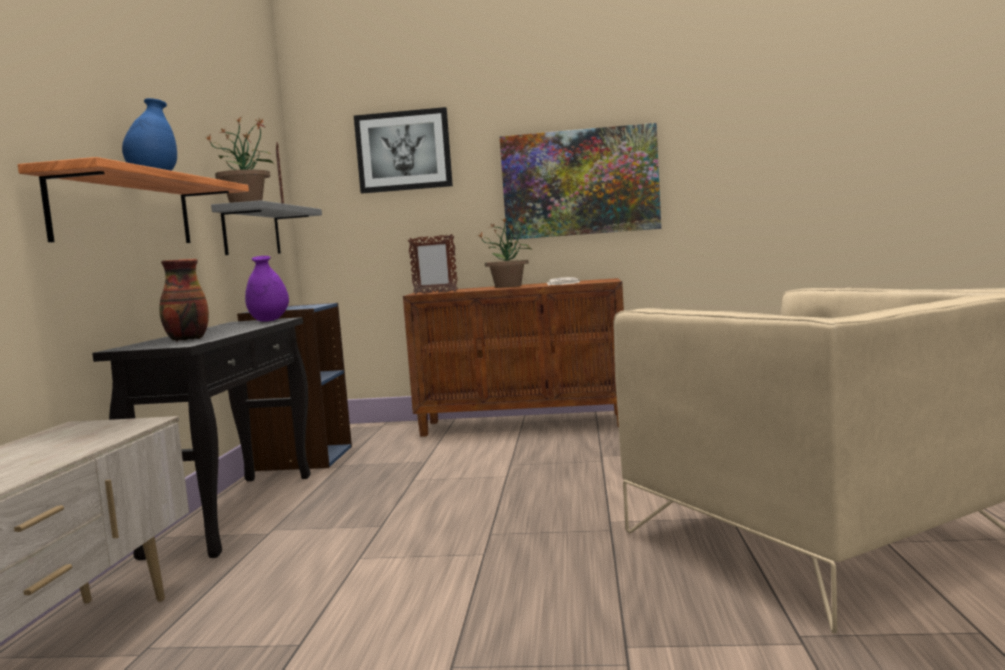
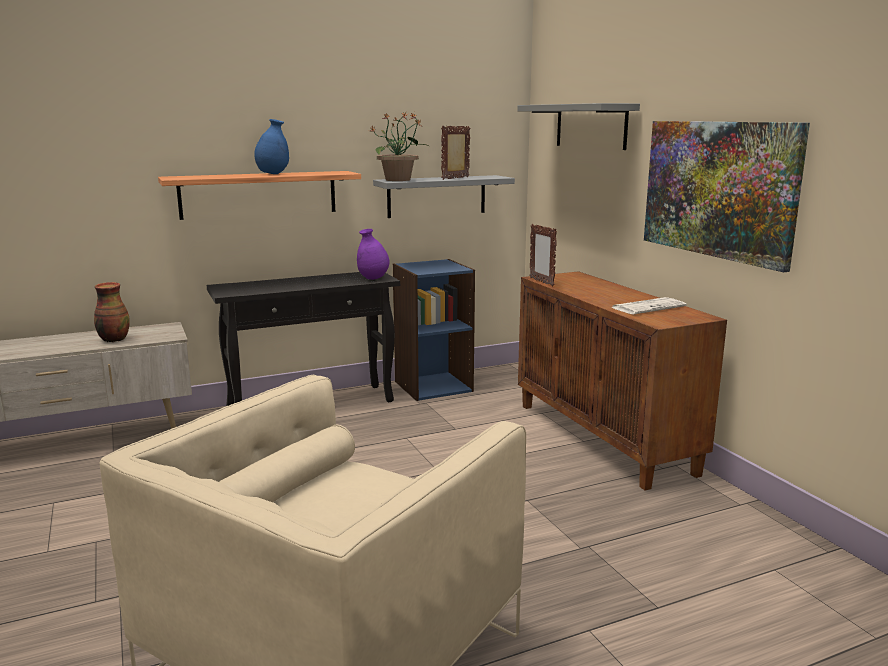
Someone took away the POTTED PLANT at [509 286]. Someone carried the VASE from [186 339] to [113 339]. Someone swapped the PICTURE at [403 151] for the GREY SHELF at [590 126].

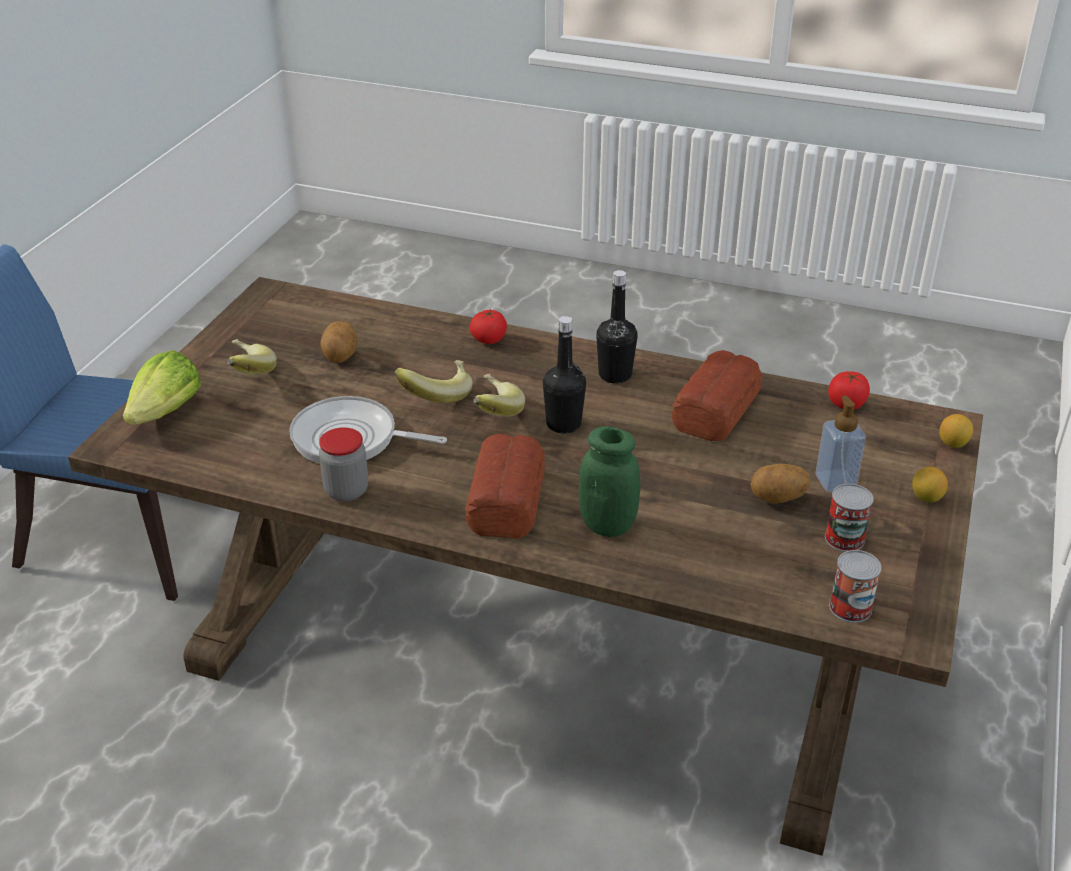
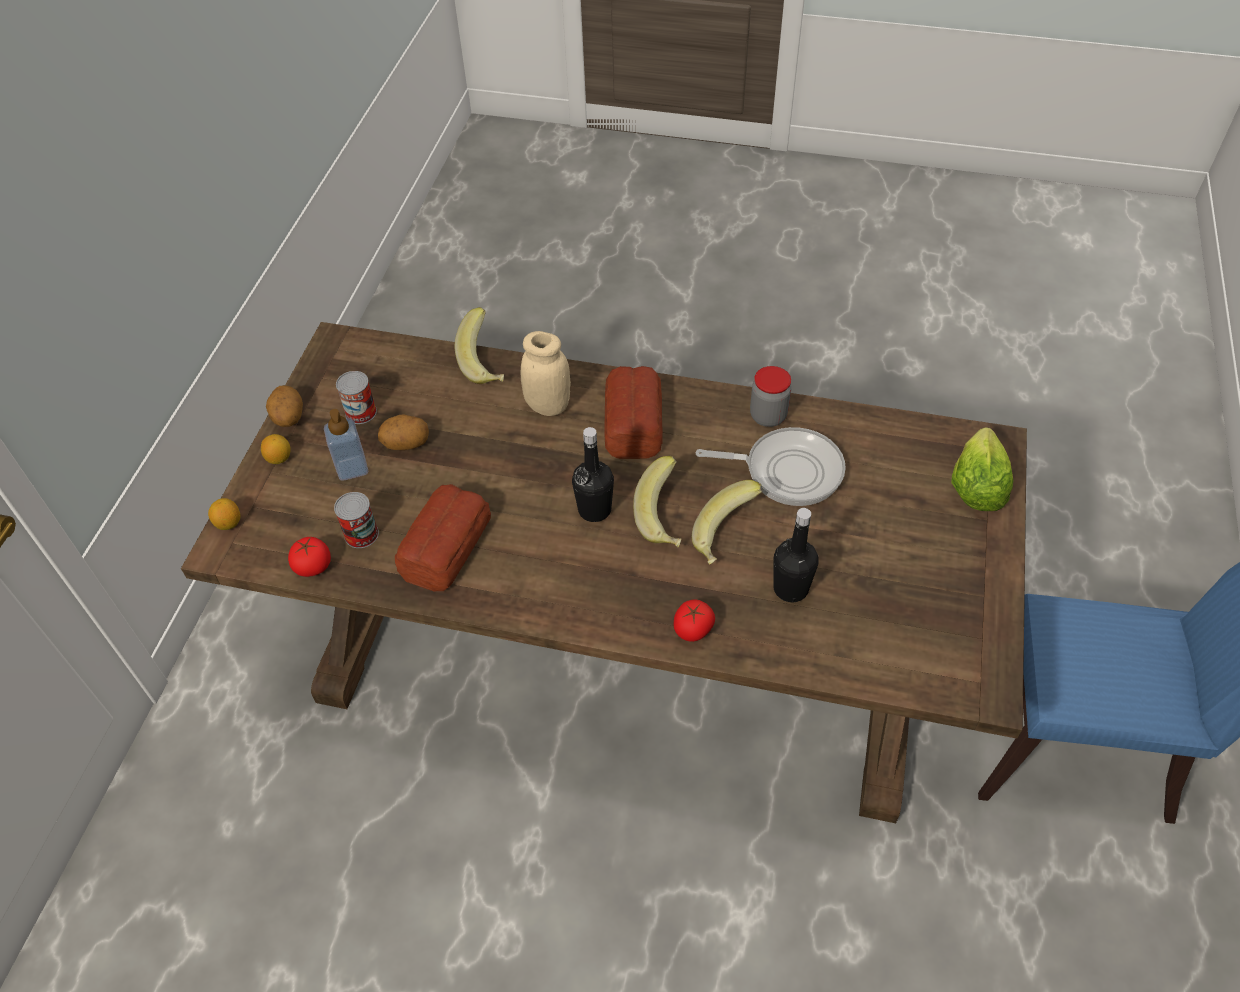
Someone carried the BANANA from [246 374] to [487 363]. Someone carried the POTATO from [341 356] to [288 418]. Someone carried the BLACK BOTTLE from [615 375] to [790 588]. Someone carried the CAN from [850 607] to [361 534]. Someone repainted the GREEN JAR at [607 525], which became the BEIGE JAR at [548 405].

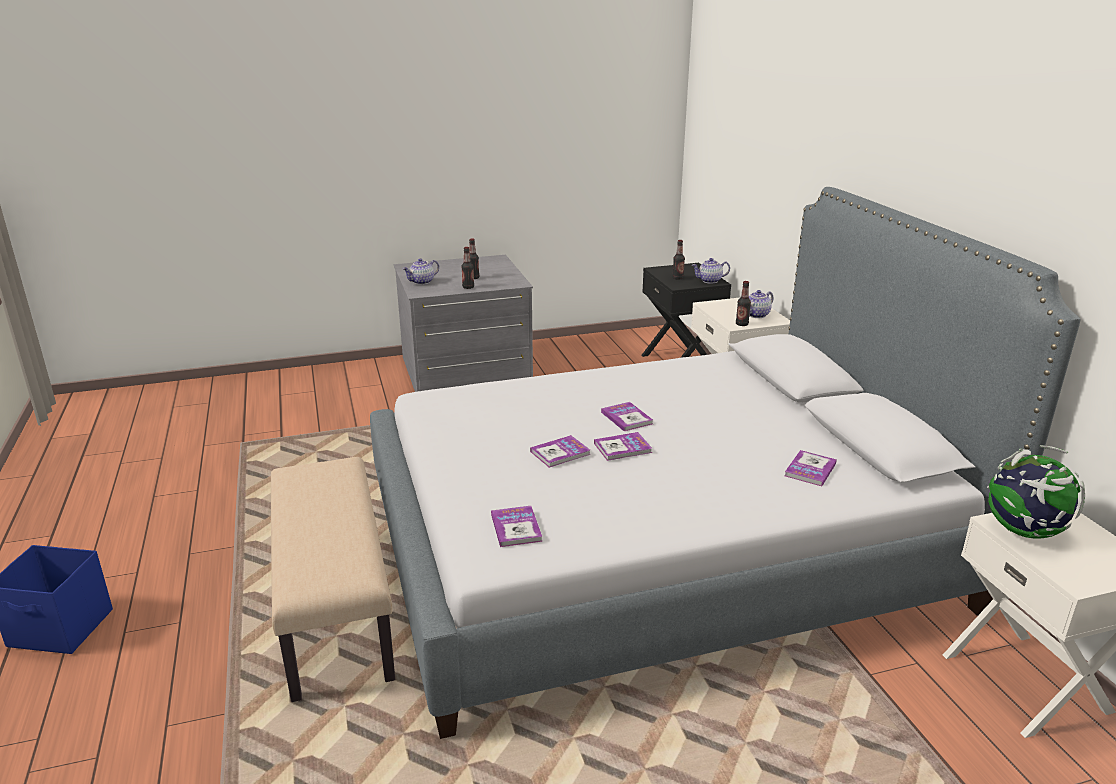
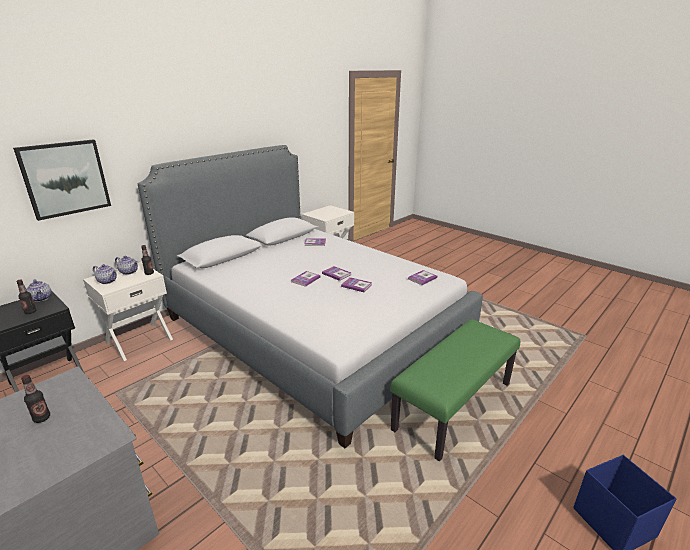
Someone took away the BOTTLE at [468 287]. Someone took away the GLOBE at [1023 531]. Someone put up the PICTURE at [65 178]. Someone carried the TEAPOT from [422 282] to [108 281]. Someone repainted the BEIGE BENCH at [337 608], which became the GREEN BENCH at [453 405].

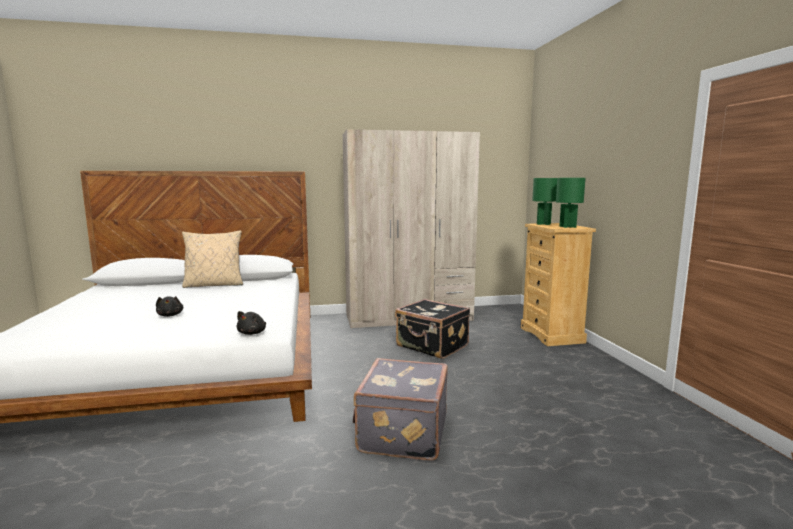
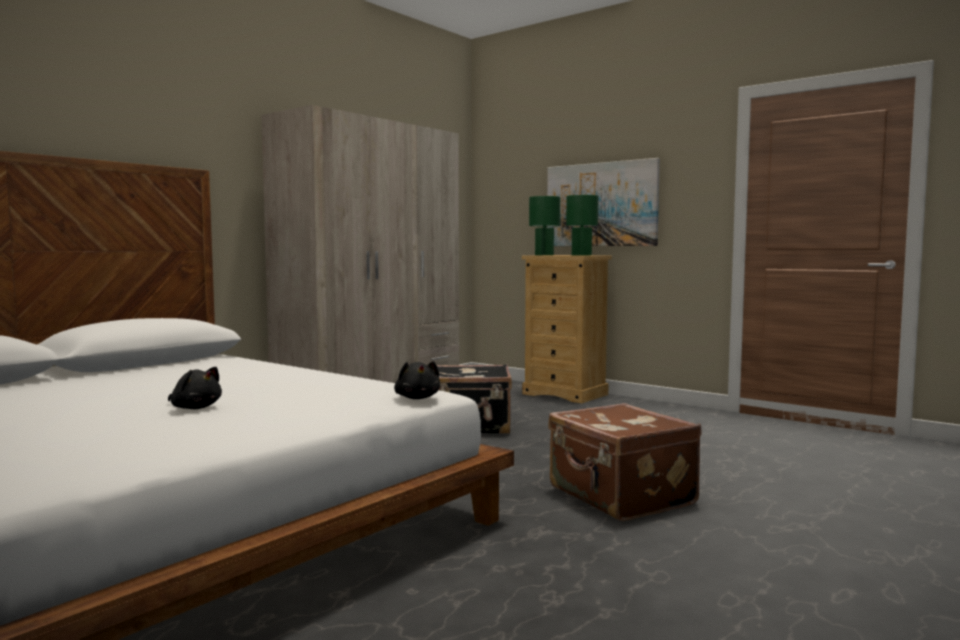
Someone took away the BEIGE PILLOW at [214 285]. Someone put up the PICTURE at [601 204]. Someone repainted the GREY SUITCASE at [401 433], which became the BROWN SUITCASE at [620 497].

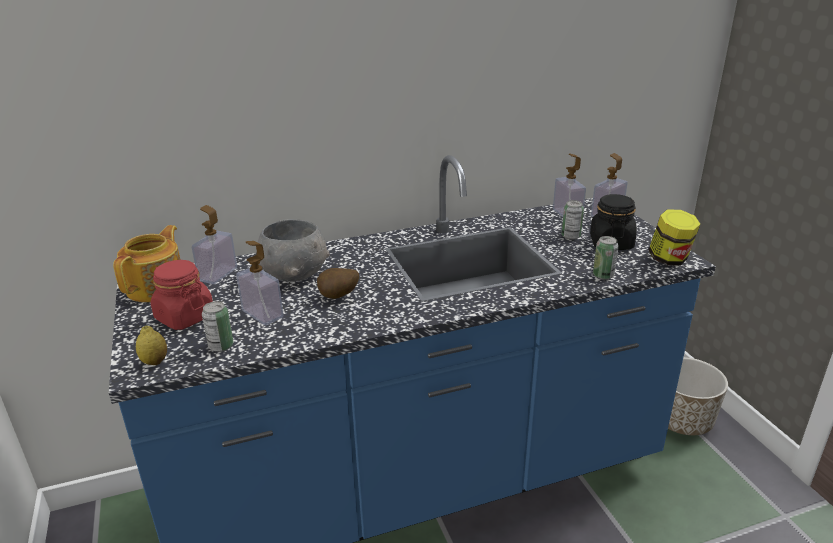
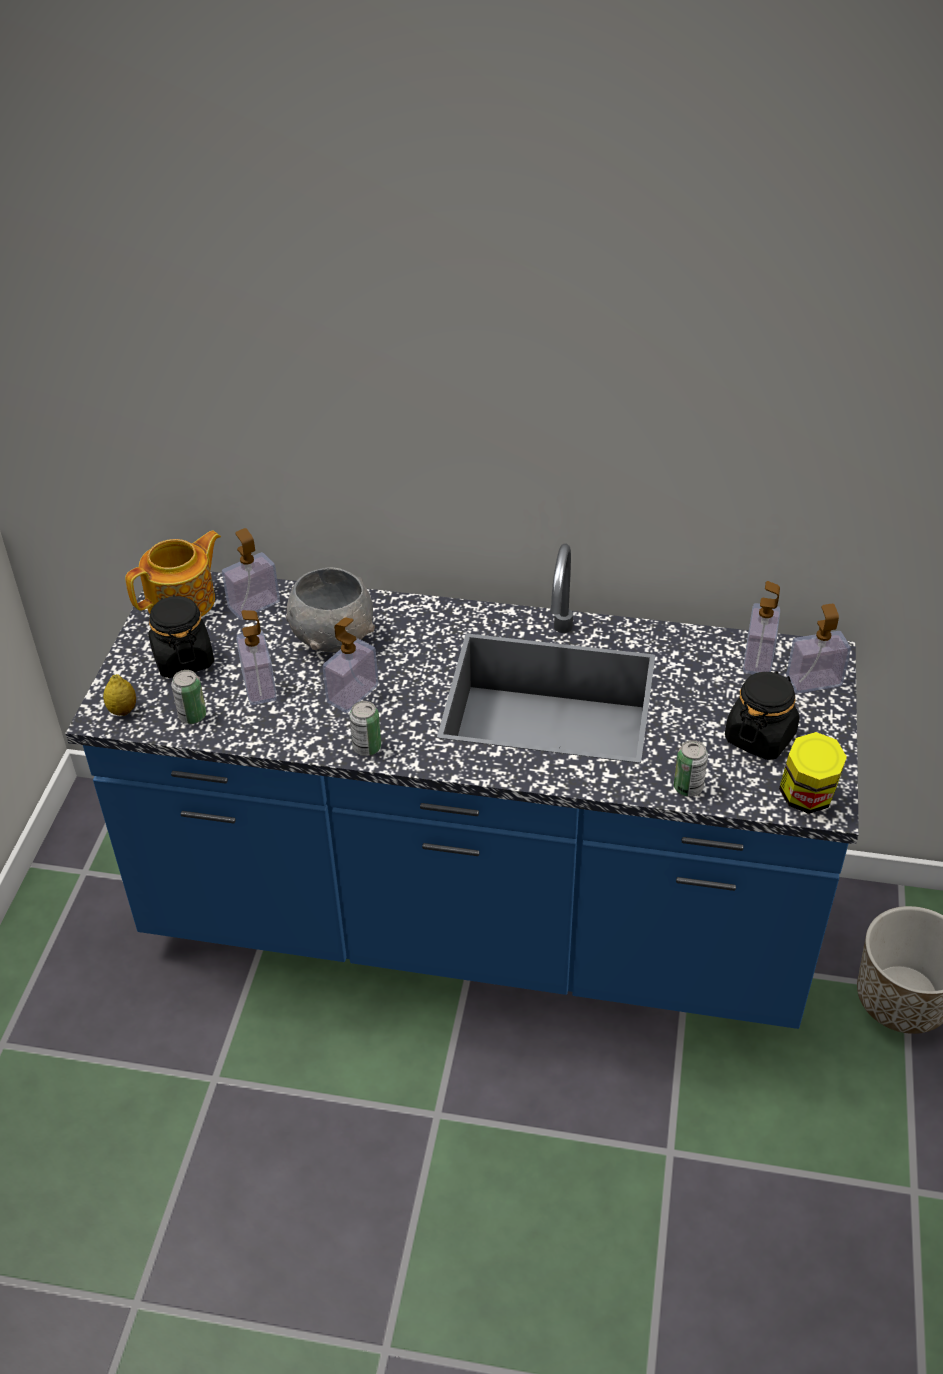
Someone carried the CAN from [570 236] to [367 747]. Someone swapped the POTATO at [338 297] for the SOAP DISPENSER at [352 694]. Someone repainted the RED JAR at [184 317], which became the BLACK JAR at [183 659].

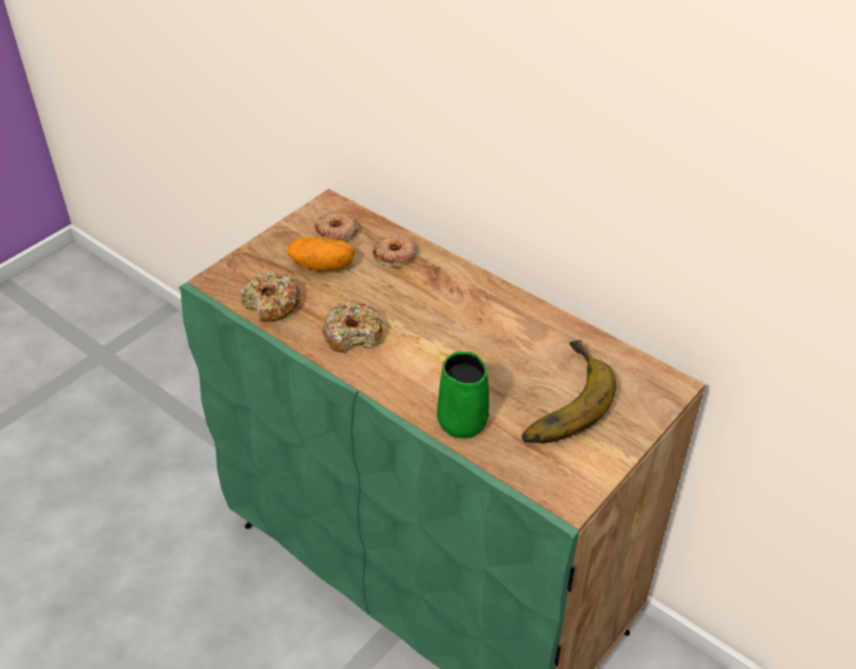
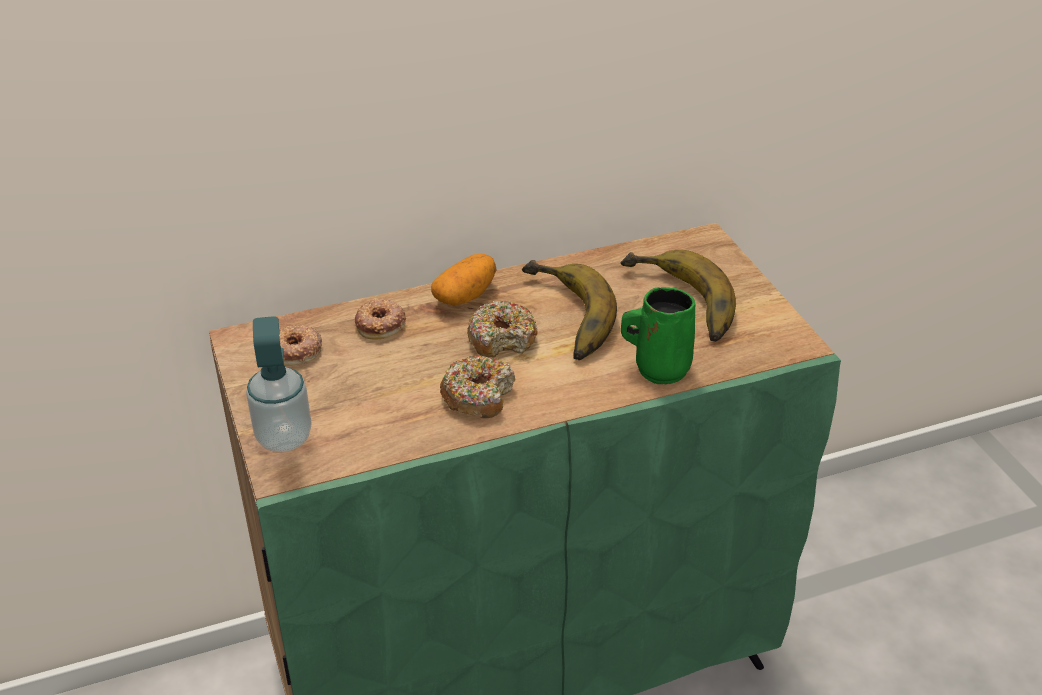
Someone put down the SOAP DISPENSER at [284 438]. Someone put down the BANANA at [561 317]. Someone carried the DONUT from [272 304] to [502 339]. Someone carried the POTATO from [322 265] to [465 295].

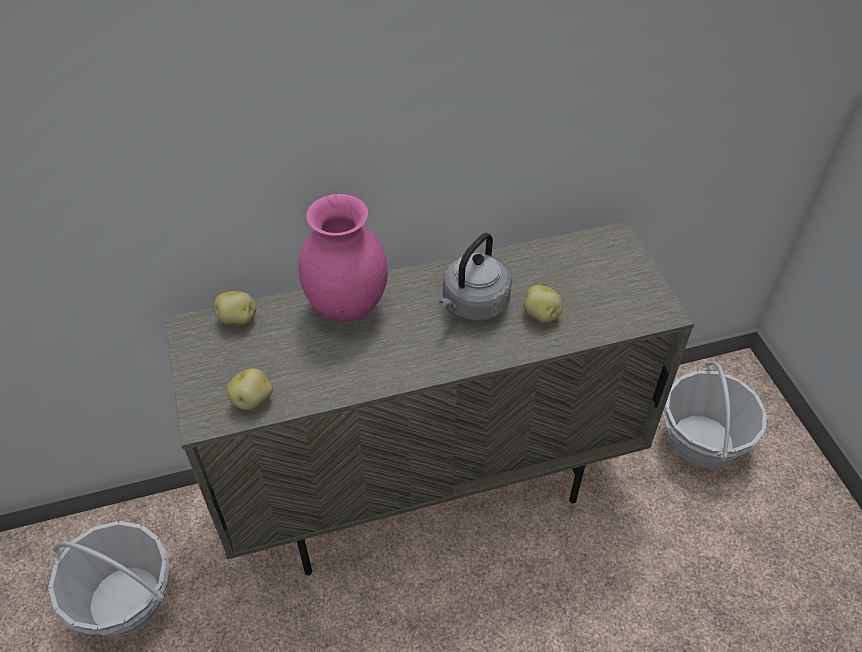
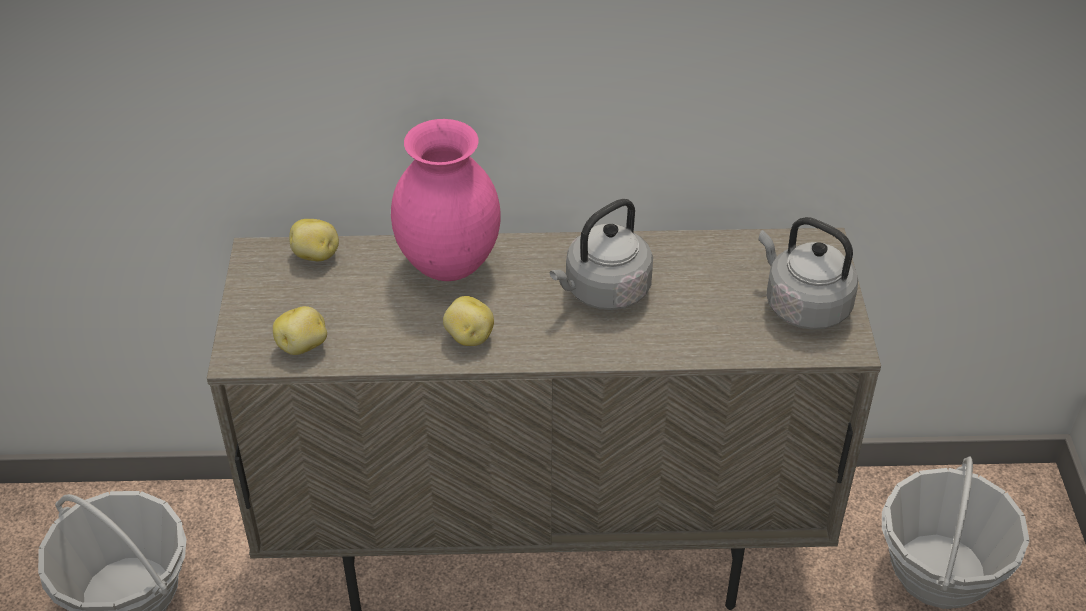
Someone put down the GREY KETTLE at [803 305]. Someone carried the POTATO from [541 315] to [468 337].

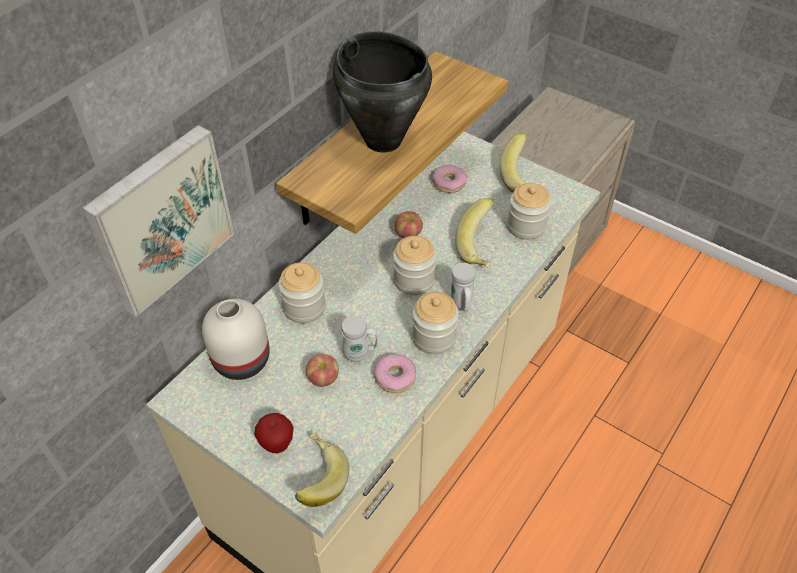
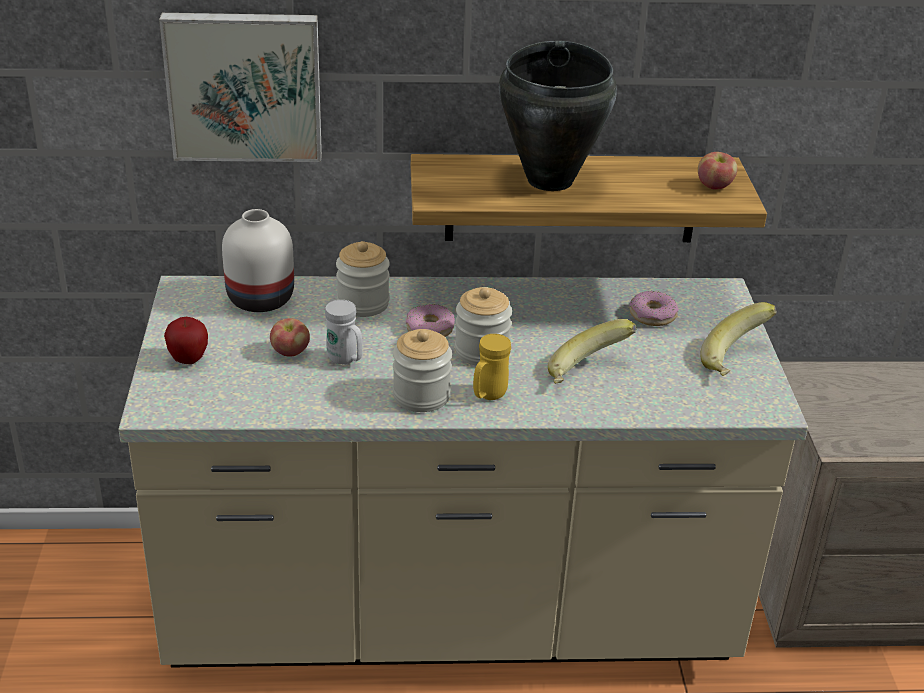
Someone took away the BANANA at [317 479]. Someone took away the JAR at [526 226]. Someone carried the DONUT from [395 377] to [429 329]. Someone carried the APPLE from [408 234] to [714 186]. Someone repainted the WHITE MUG at [462 305], which became the YELLOW MUG at [488 396].

